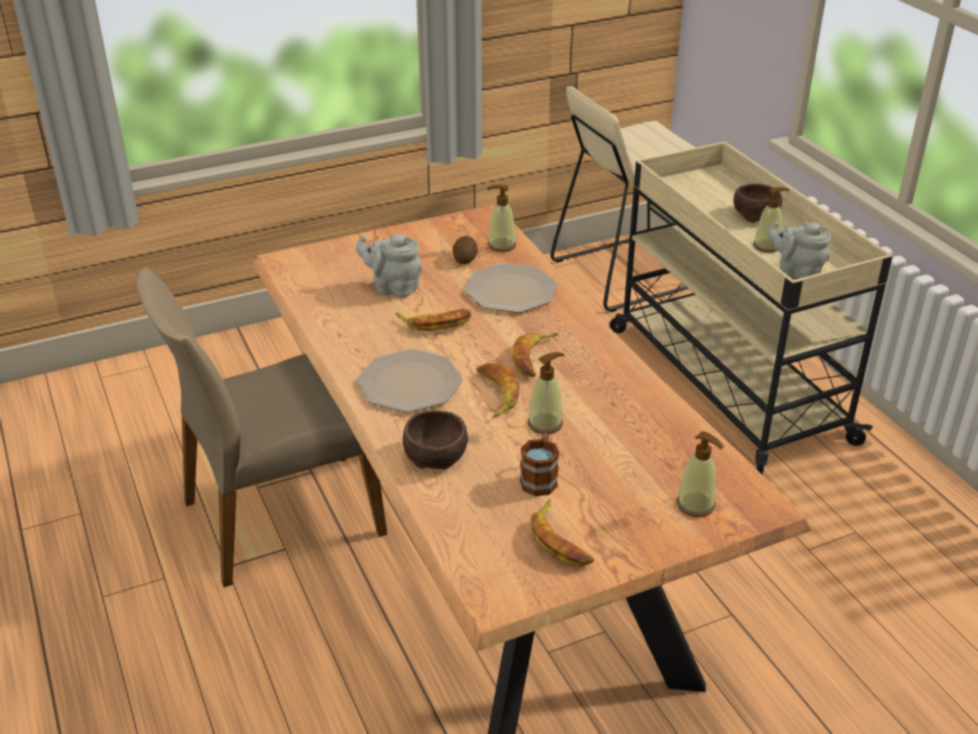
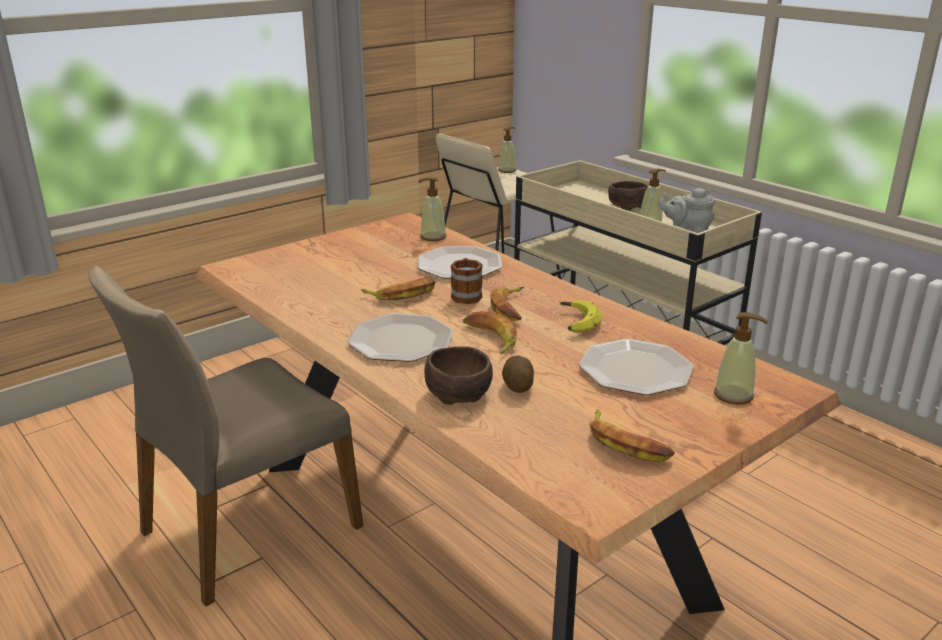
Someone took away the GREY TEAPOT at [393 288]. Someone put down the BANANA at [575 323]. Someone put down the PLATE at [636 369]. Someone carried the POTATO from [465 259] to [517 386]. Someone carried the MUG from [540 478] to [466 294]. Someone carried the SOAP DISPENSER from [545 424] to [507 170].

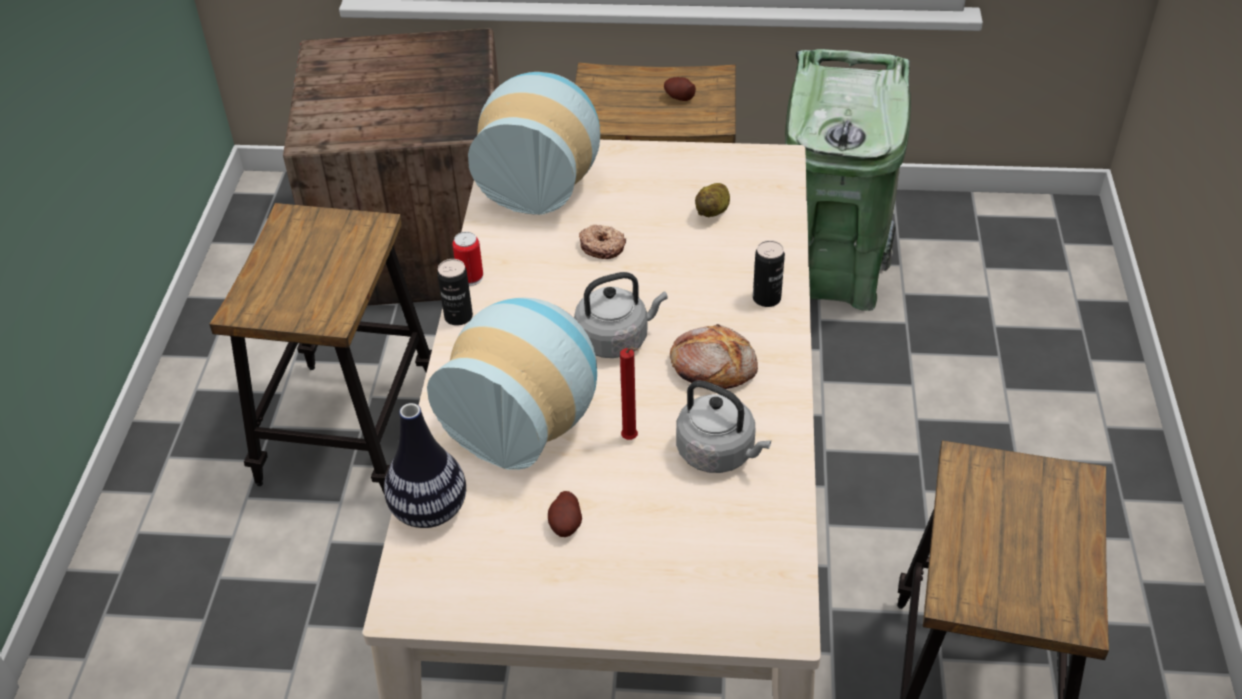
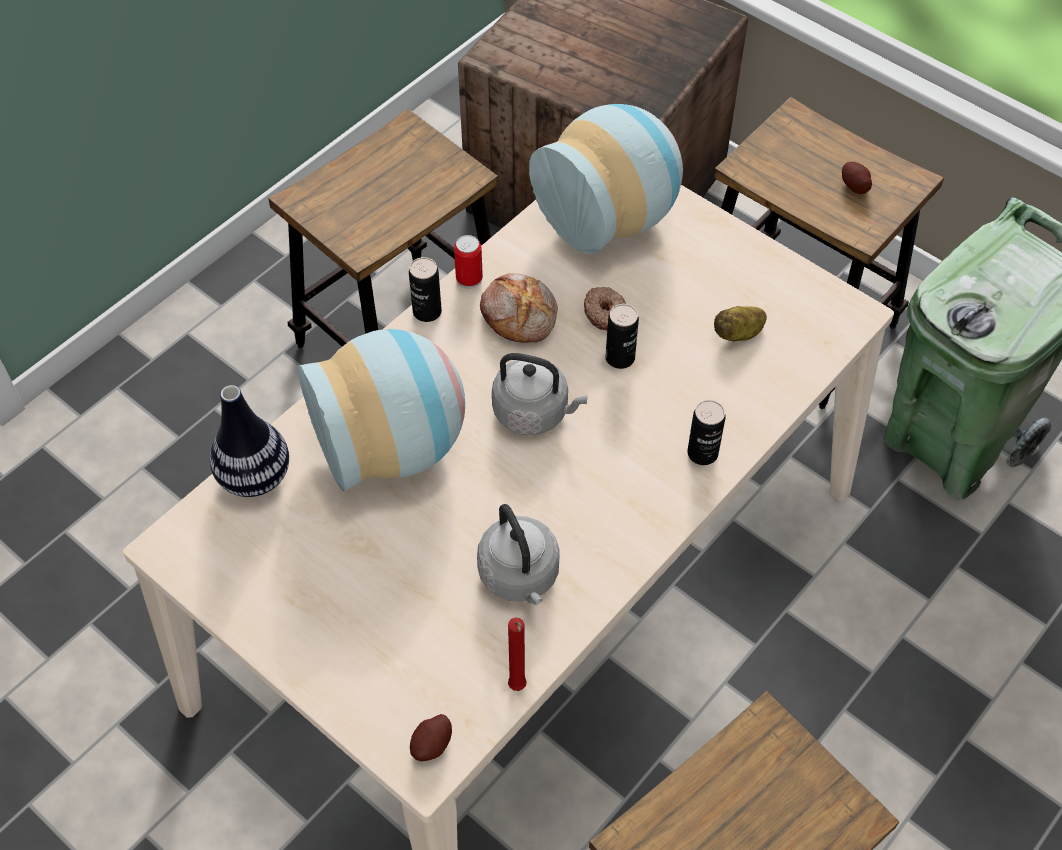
Someone put down the CAN at [620 358]. Someone carried the POTATO from [566 525] to [431 745]. Someone carried the RED CANDLE from [631 439] to [517 688]. Someone carried the BREAD from [713 366] to [520 315].

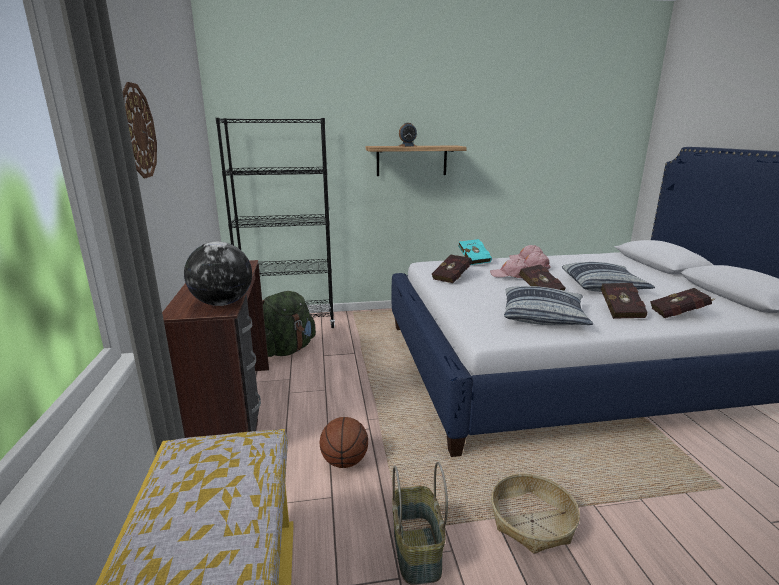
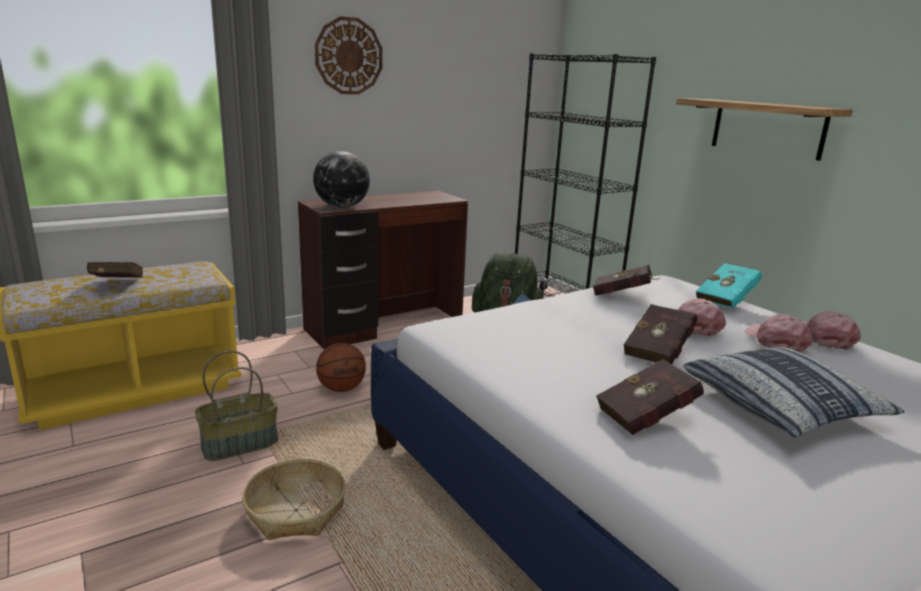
Someone took away the ALARM CLOCK at [407 146]. Someone took away the PILLOW at [543 316]. Someone carried the RED BOOK from [679 315] to [117 286].

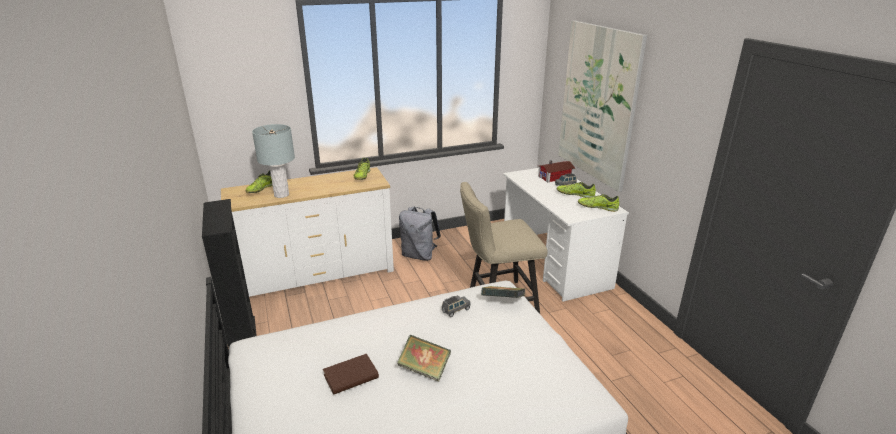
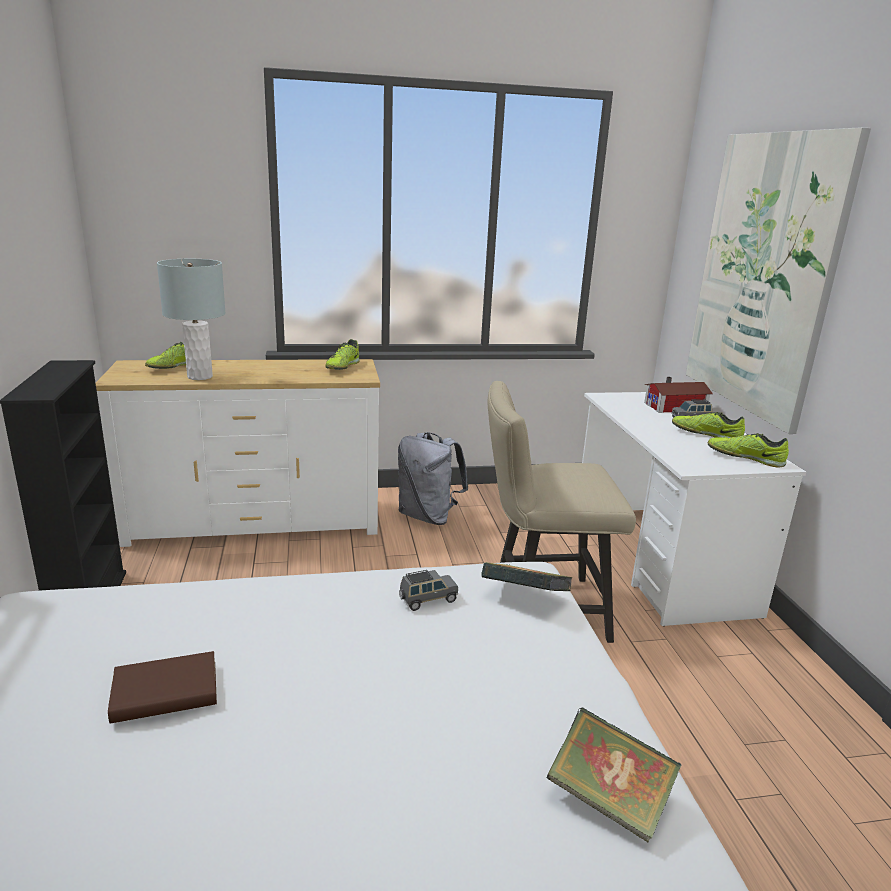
Someone carried the BOOK from [424 369] to [608 799].

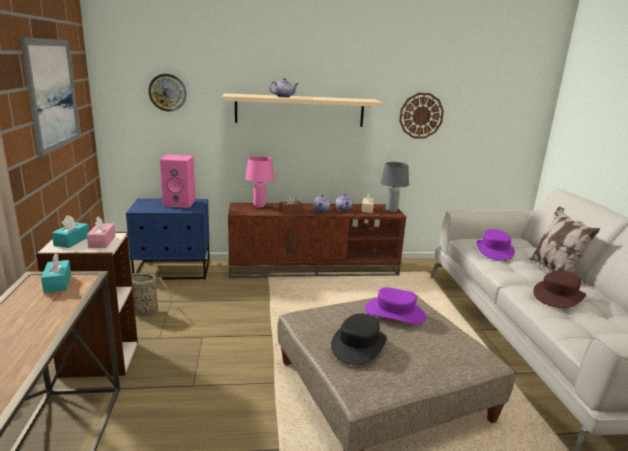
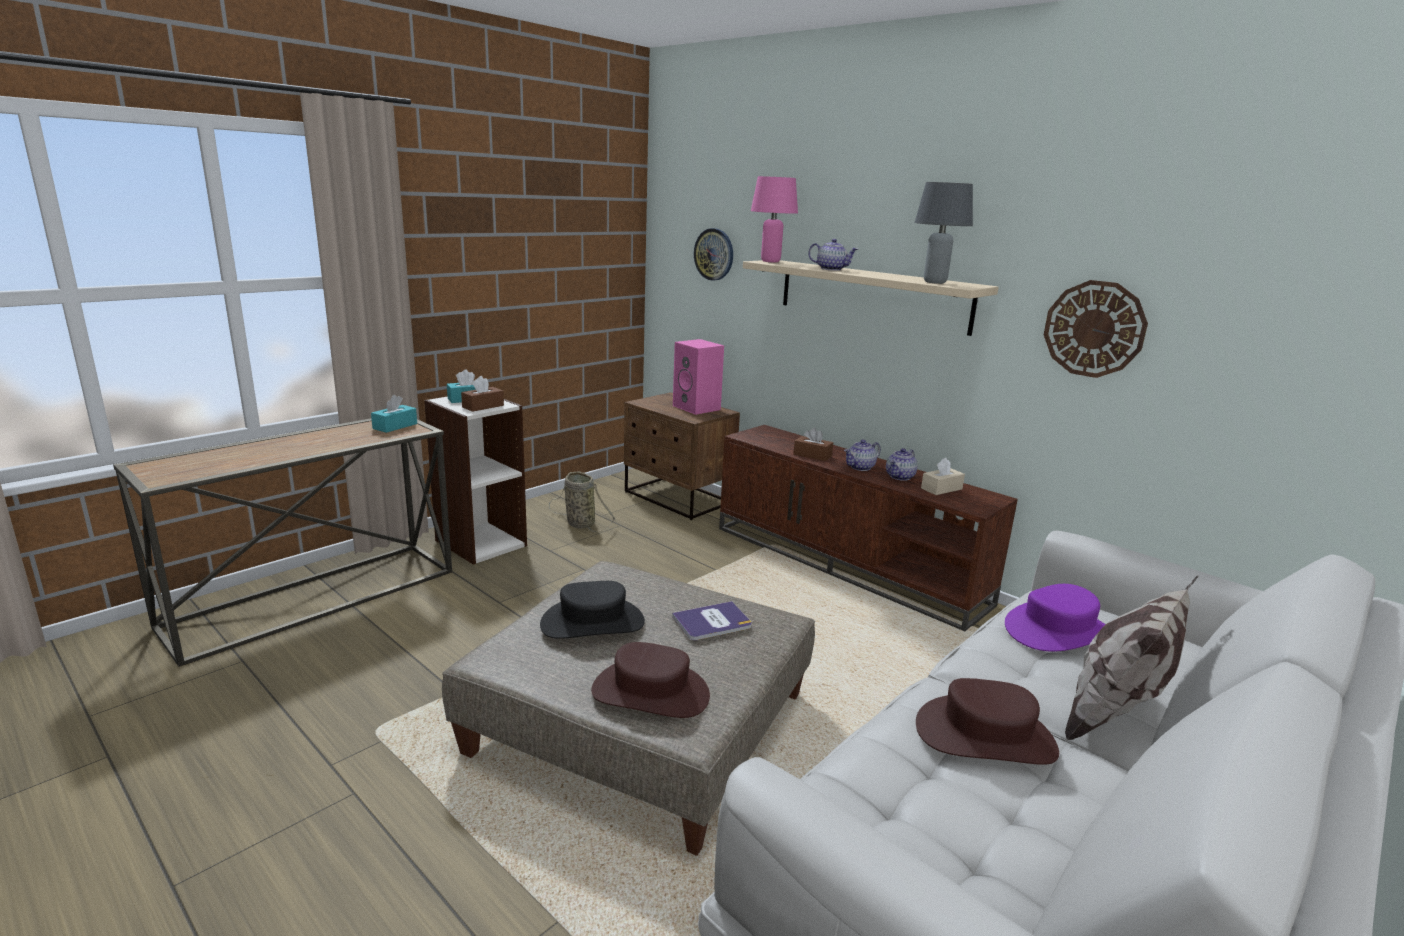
Someone took away the PICTURE at [52 94]. Someone put down the BROWN HAT at [650 692]. Someone carried the PINK TABLE LAMP from [259 206] to [770 261]. Someone carried the GREY TABLE LAMP from [391 210] to [934 282]. Someone swapped the PURPLE HAT at [395 313] for the BOOK at [712 622]. Someone repainted the PINK TISSUE BOX at [102 242], which became the BROWN TISSUE BOX at [483 406]. Someone repainted the BLUE NIGHTSTAND at [173 271], which became the BROWN NIGHTSTAND at [677 498].

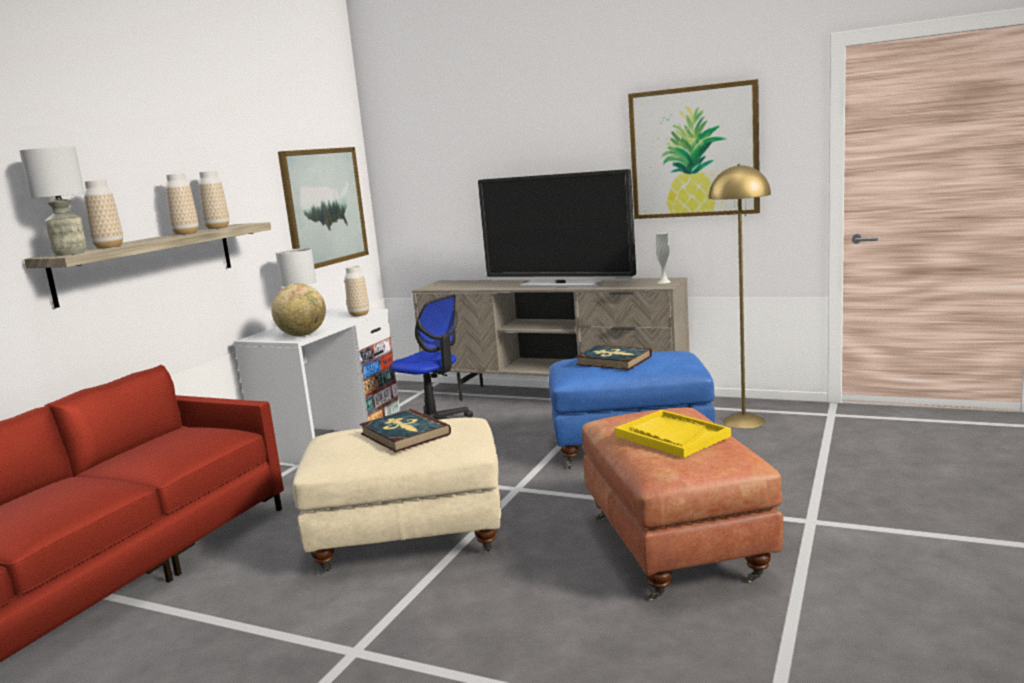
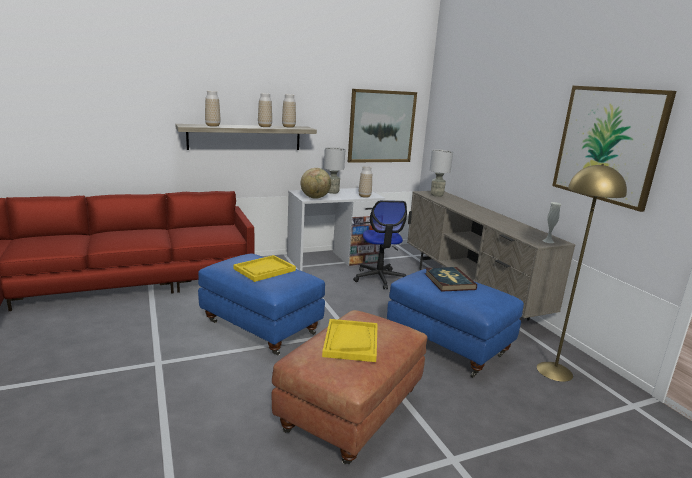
Someone took away the TELEVISION at [561 284]. Someone carried the GREY TABLE LAMP from [70 253] to [436 195]. Someone swapped the BOOK at [404 434] for the YELLOW TRAY at [264 270]. Someone repainted the BEIGE OTTOMAN at [408 542], which became the BLUE OTTOMAN at [260 329].

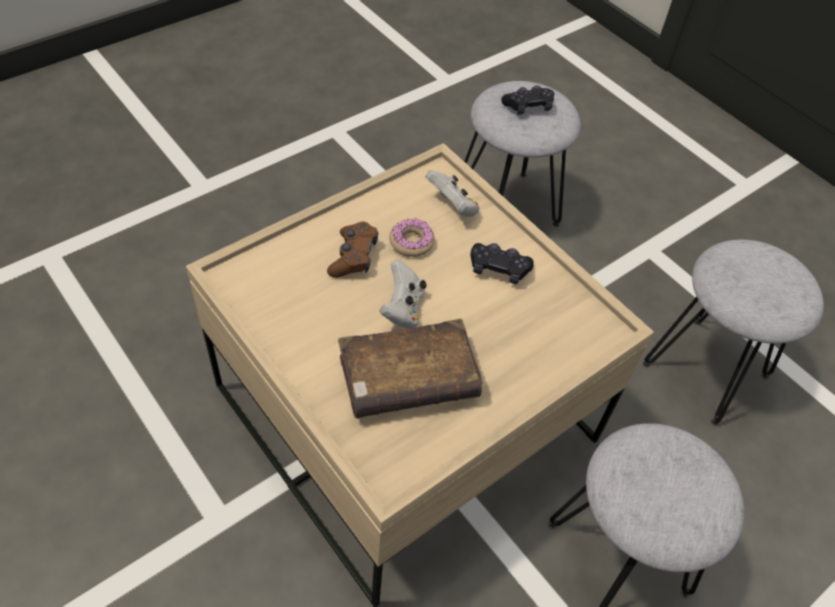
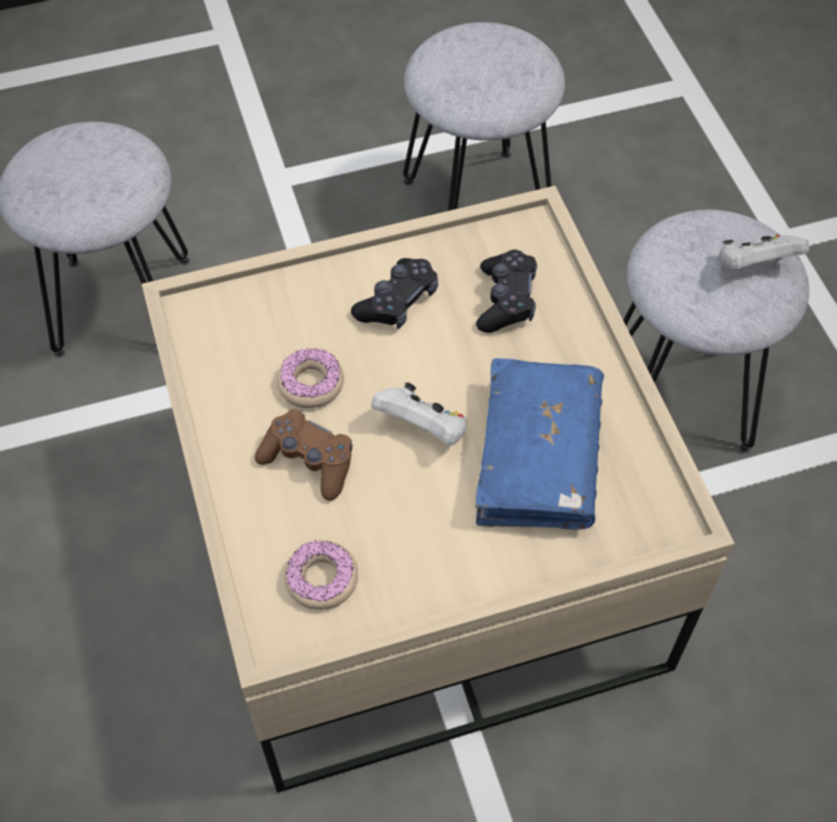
Someone put down the DONUT at [321 579]. Someone carried the WHITE GAME CONTROLLER from [452 206] to [754 267]. Someone carried the BLACK GAME CONTROLLER from [528 107] to [506 300]. Someone repainted the BROWN BOOK at [408 379], which became the BLUE BOOK at [538 457].

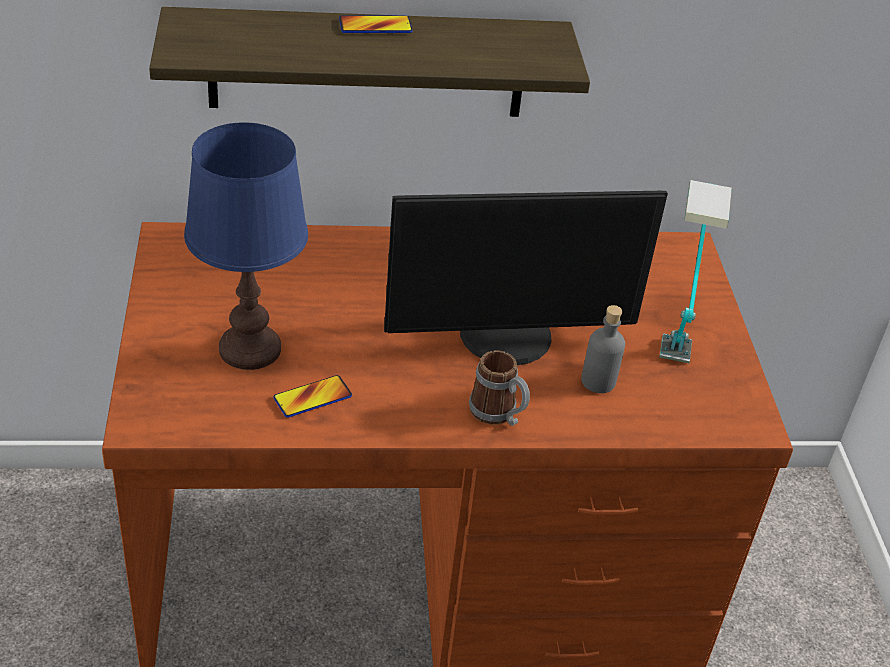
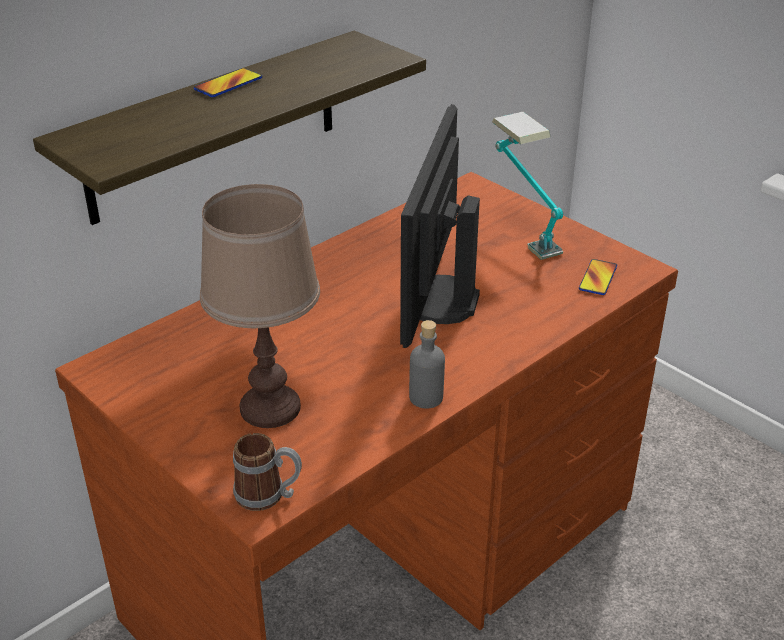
Someone carried the PHONE from [312 397] to [597 278]. Someone carried the MUG from [498 414] to [269 495]. Someone carried the GREY BOTTLE from [598 381] to [426 397]. Someone repainted the BLUE TABLE LAMP at [249 348], which became the BROWN TABLE LAMP at [269 408]. Someone rotated the MONITOR at [507 338] by 150 degrees clockwise.

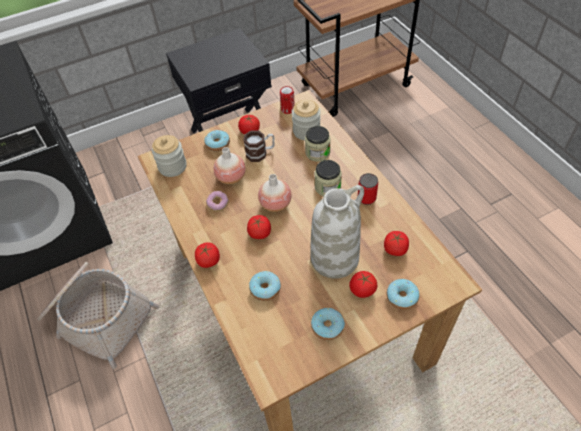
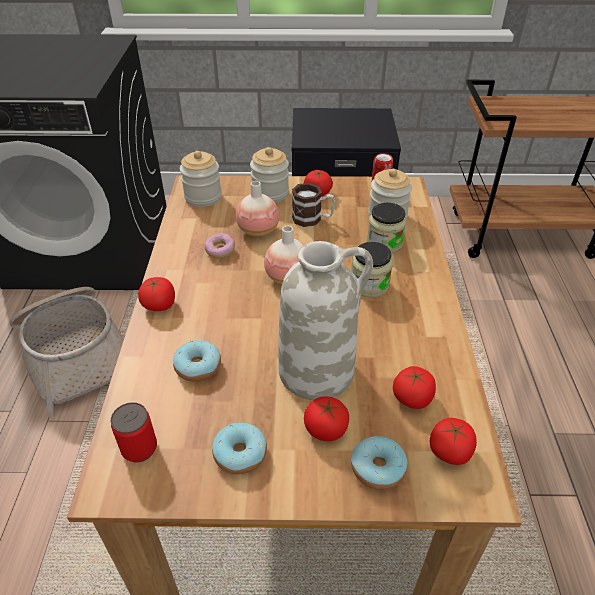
Someone carried the TOMATO from [260 233] to [449 451]. Someone carried the CAN from [366 198] to [139 448]. Someone swapped the DONUT at [217 144] for the JAR at [270 193].

